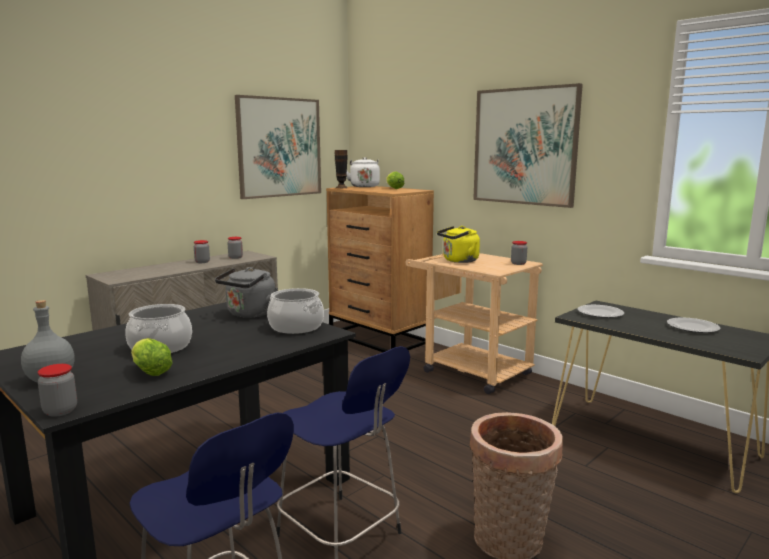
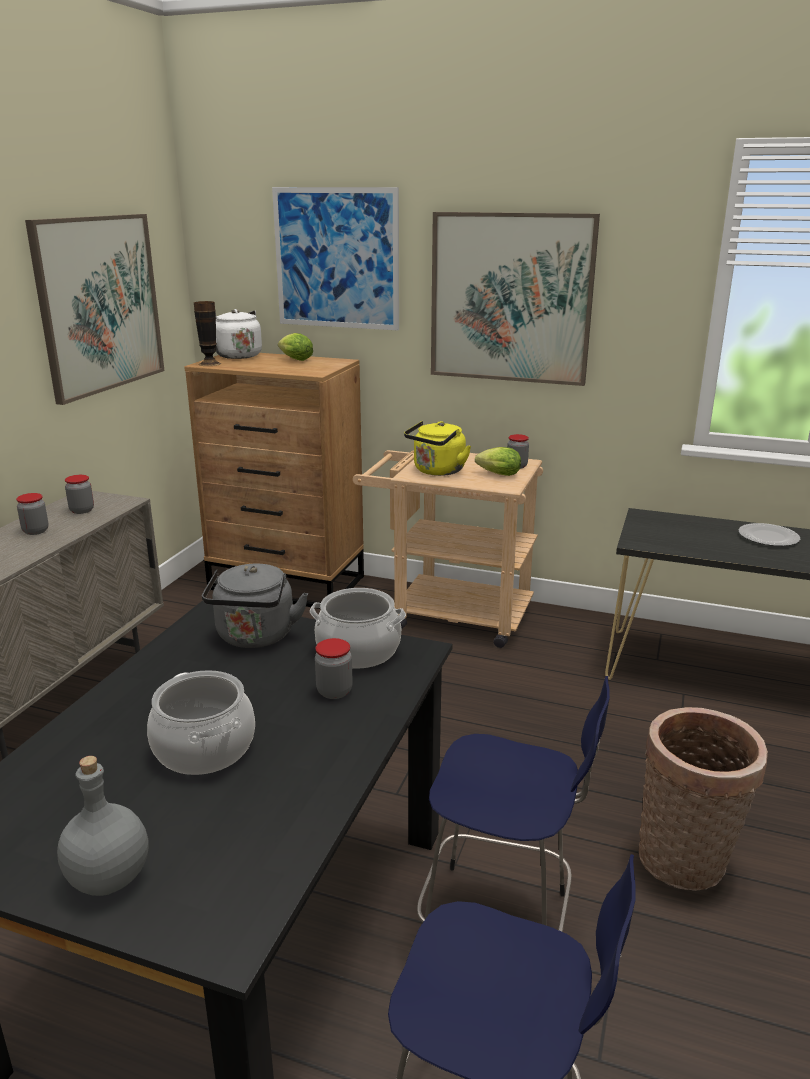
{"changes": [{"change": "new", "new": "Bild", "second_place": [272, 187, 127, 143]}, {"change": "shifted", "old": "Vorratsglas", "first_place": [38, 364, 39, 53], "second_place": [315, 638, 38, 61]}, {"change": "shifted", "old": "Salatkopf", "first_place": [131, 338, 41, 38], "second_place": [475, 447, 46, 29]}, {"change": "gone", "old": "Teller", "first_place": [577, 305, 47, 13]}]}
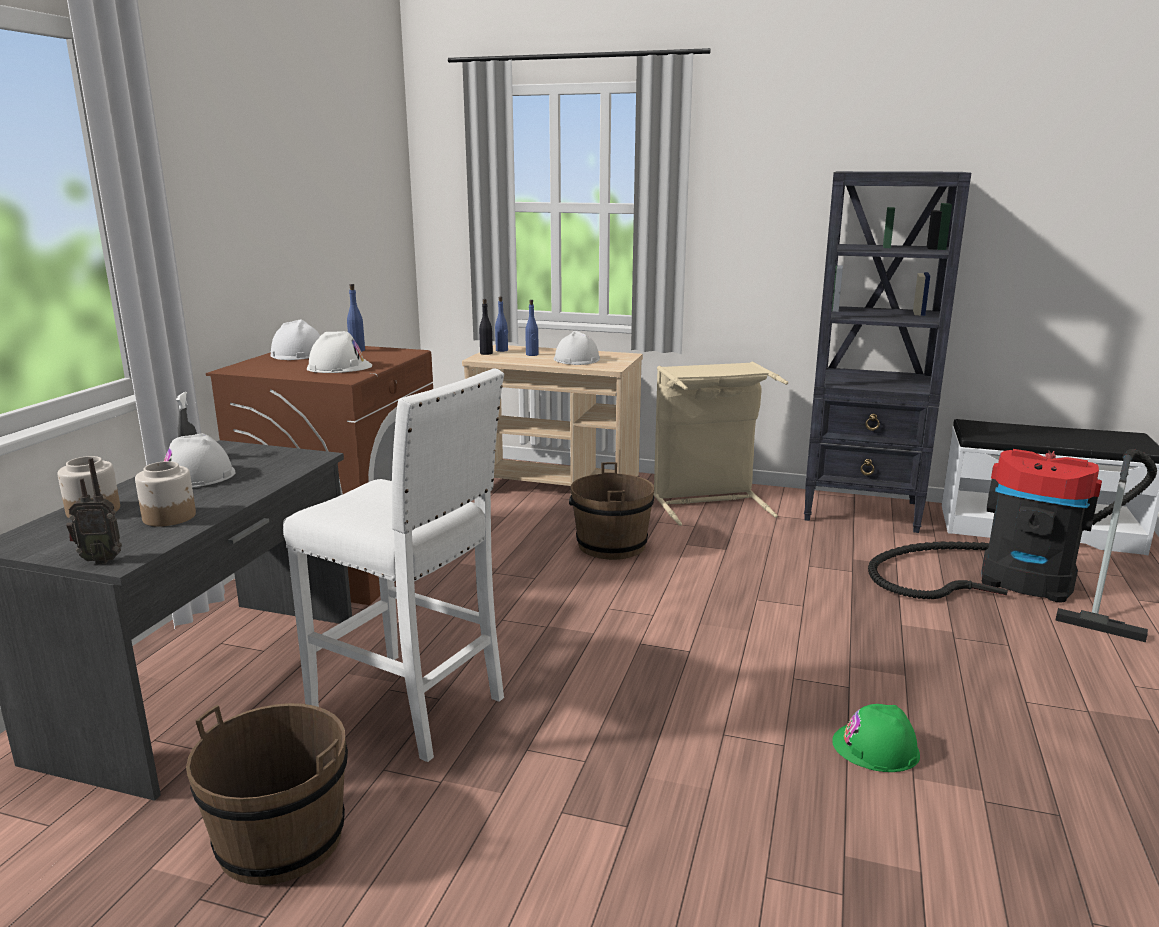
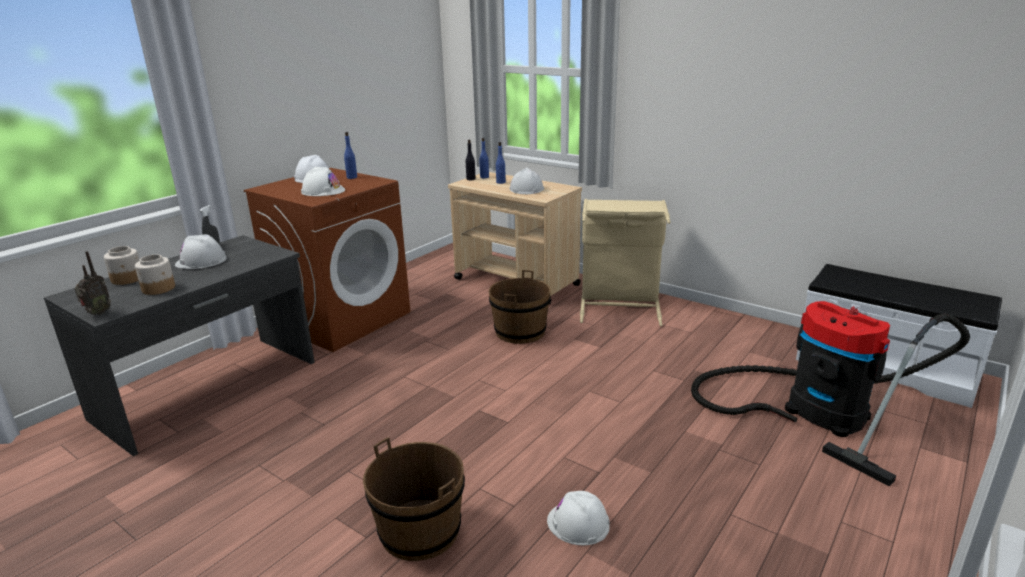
{"changes": [{"change": "rotated", "old": "Radio", "first_place": [66, 458, 56, 106], "second_place": [74, 251, 37, 64], "degrees": -75}, {"change": "shifted", "old": "Eimer/braun", "first_place": [186, 703, 162, 182], "second_place": [363, 437, 102, 124]}, {"change": "repainted", "old": "Schutzhelm/grün", "new": "Schutzhelm/weiß", "first_place": [833, 704, 87, 68], "second_place": [547, 491, 63, 54]}, {"change": "gone", "old": "Hocker/weiß", "first_place": [283, 368, 221, 394]}, {"change": "gone", "old": "Bücherregal/schwarz", "first_place": [804, 171, 167, 362]}]}
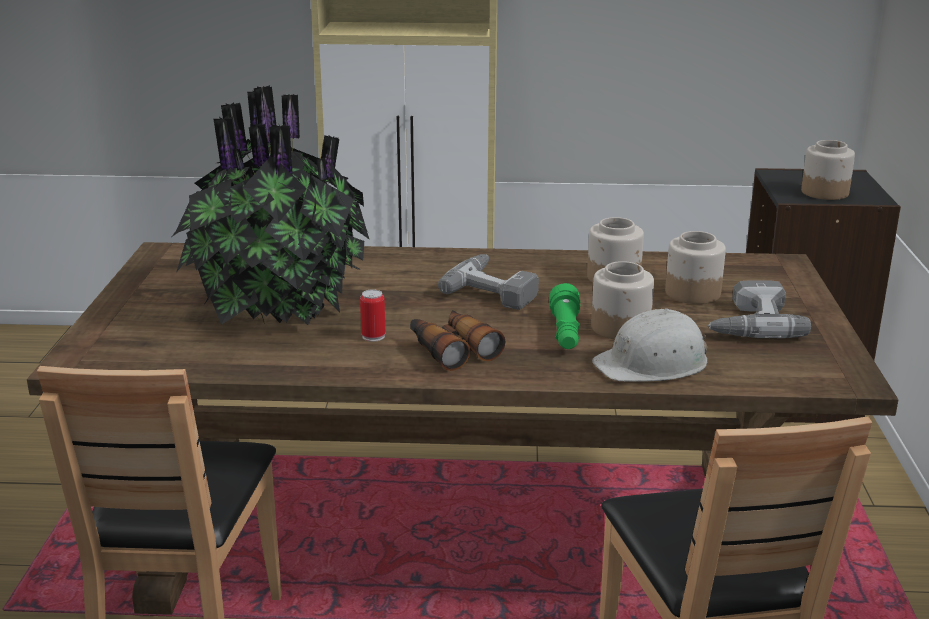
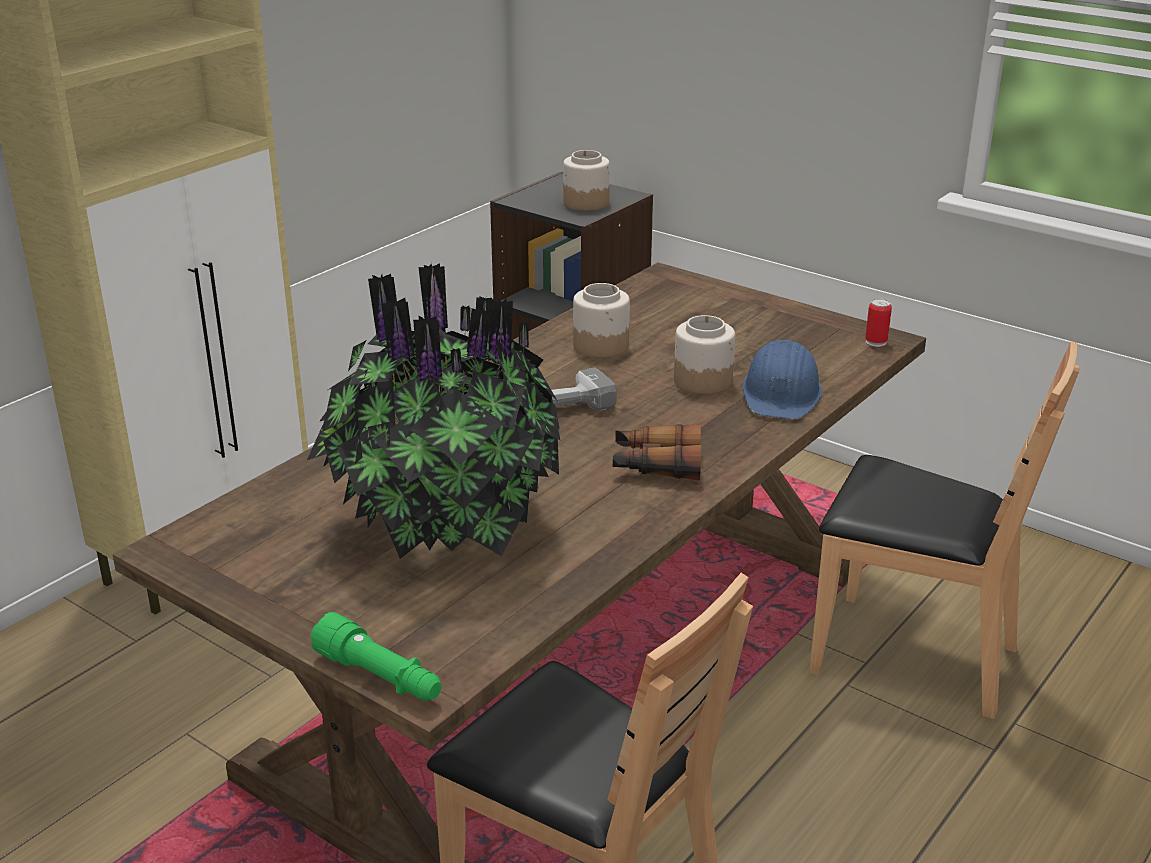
{"changes": [{"change": "shifted", "old": "Taschenlampe/grün", "first_place": [549, 283, 31, 66], "second_place": [311, 612, 131, 88]}, {"change": "repainted", "old": "Schutzhelm/weiß", "new": "Schutzhelm/blau", "first_place": [592, 308, 115, 74], "second_place": [742, 340, 80, 79]}, {"change": "shifted", "old": "Dose", "first_place": [360, 289, 25, 53], "second_place": [865, 299, 27, 48]}, {"change": "gone", "old": "Vorratsglas", "first_place": [665, 231, 61, 73]}, {"change": "gone", "old": "Bohrmaschine", "first_place": [707, 280, 104, 58]}]}
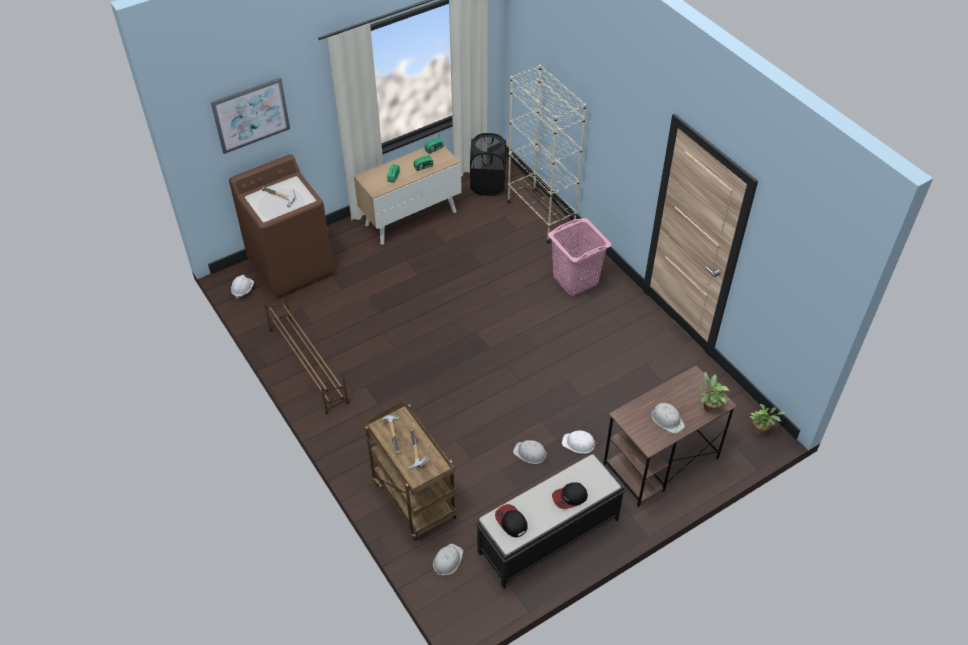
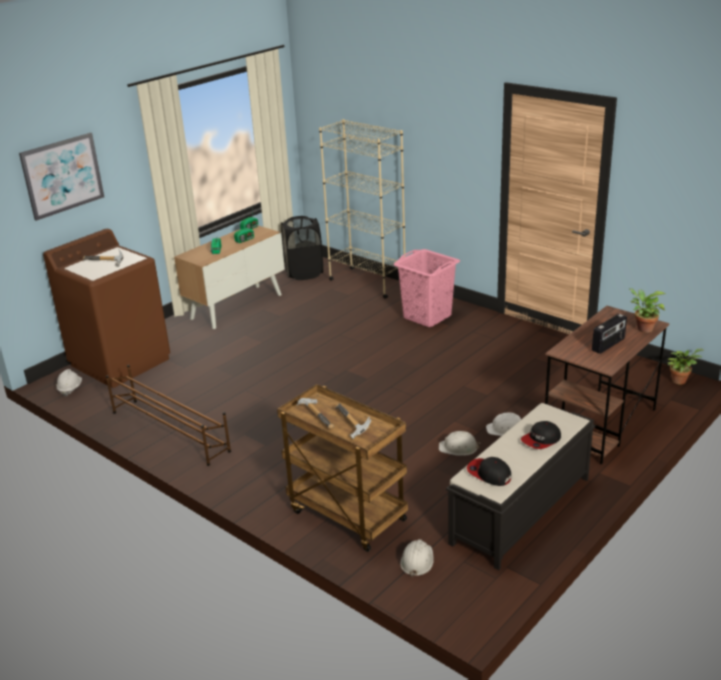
{"changes": [{"change": "swapped", "old": "Schutzhelm/weiß", "new": "Radio", "first_place": [651, 403, 34, 31], "second_place": [592, 314, 35, 40]}]}
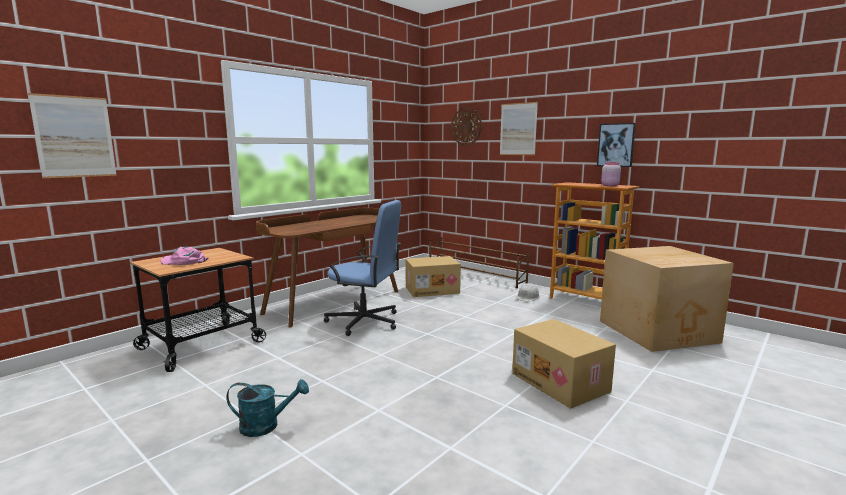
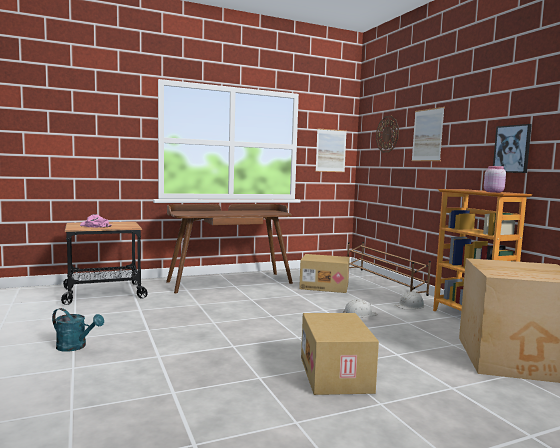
{"changes": [{"change": "shifted", "old": "Bild", "first_place": [28, 93, 89, 85], "second_place": [315, 128, 32, 44]}, {"change": "new", "new": "Schutzhelm/weiß", "second_place": [343, 299, 34, 19]}, {"change": "gone", "old": "Bürostuhl/blau", "first_place": [324, 200, 77, 136]}]}
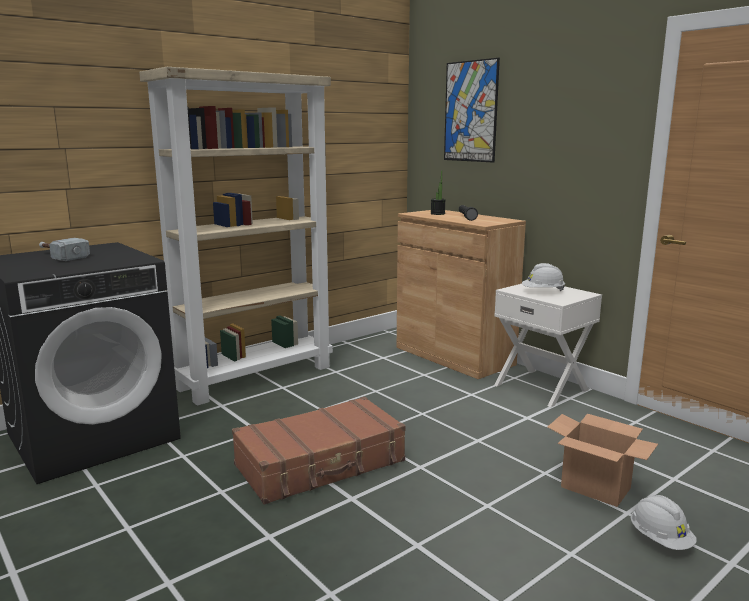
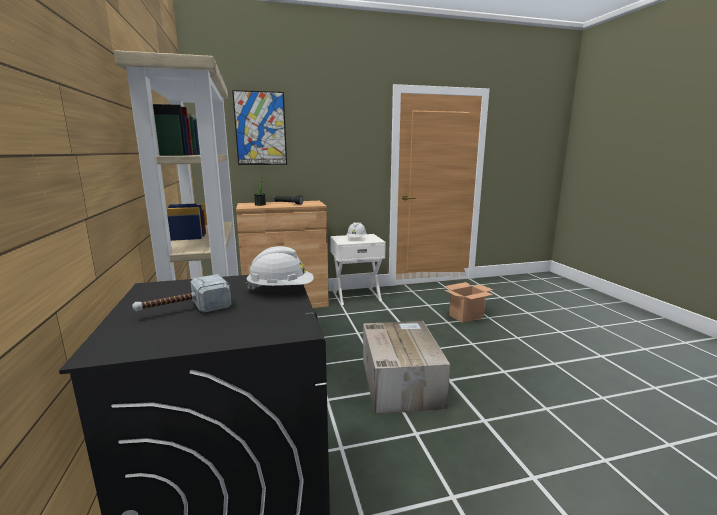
{"changes": [{"change": "shifted", "old": "Schutzhelm/weiß", "first_place": [631, 495, 66, 55], "second_place": [246, 246, 68, 45]}, {"change": "swapped", "old": "Koffer/braun", "new": "Karton", "first_place": [232, 397, 174, 107], "second_place": [363, 321, 87, 93]}]}
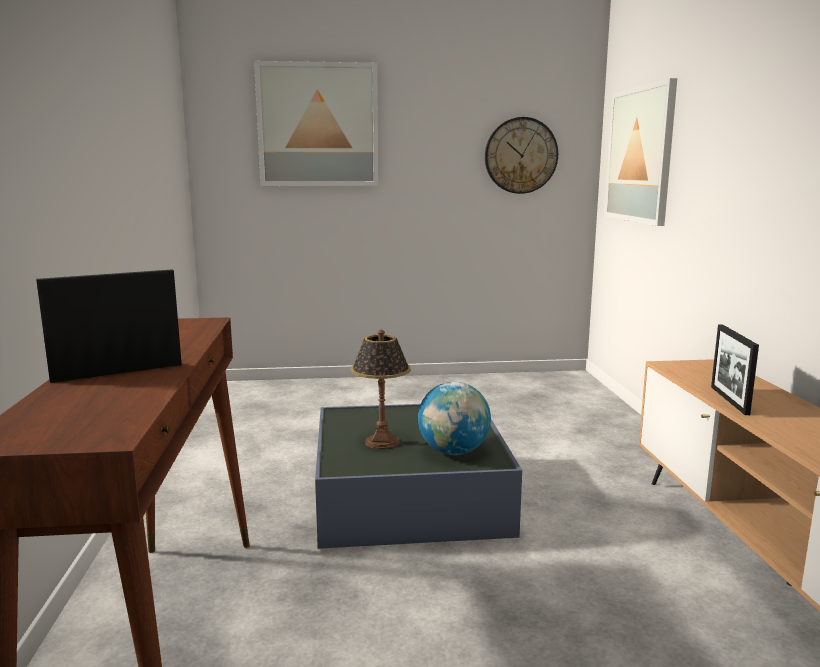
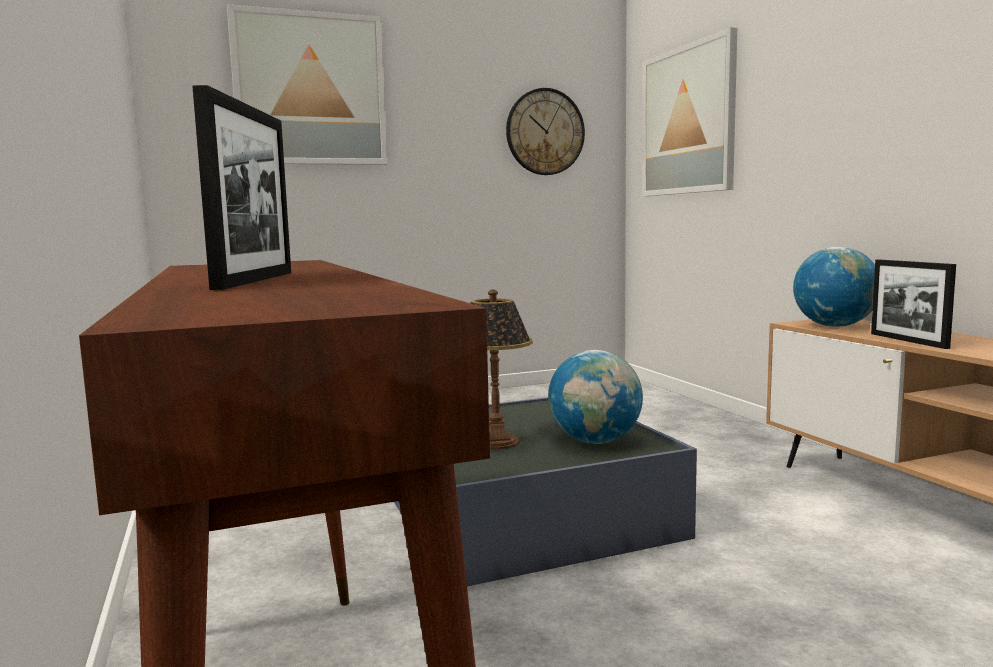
{"changes": [{"change": "rotated", "old": "Bilderrahmen", "first_place": [36, 269, 146, 114], "second_place": [192, 85, 99, 205], "degrees": 135}, {"change": "new", "new": "Globus", "second_place": [793, 247, 82, 80]}]}
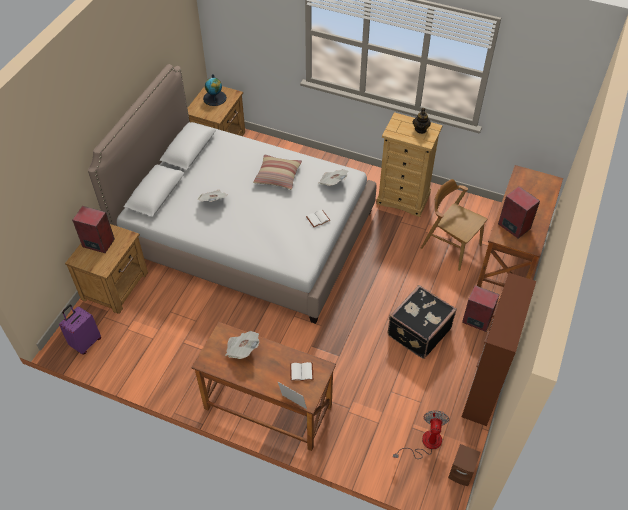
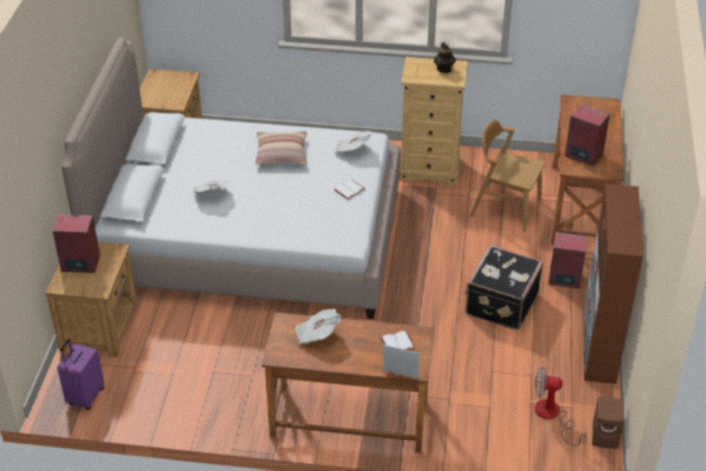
{"changes": [{"change": "rotated", "old": "Ventilator", "first_place": [393, 410, 56, 49], "second_place": [535, 367, 52, 79], "degrees": -75}, {"change": "gone", "old": "Globus", "first_place": [203, 74, 24, 32]}]}
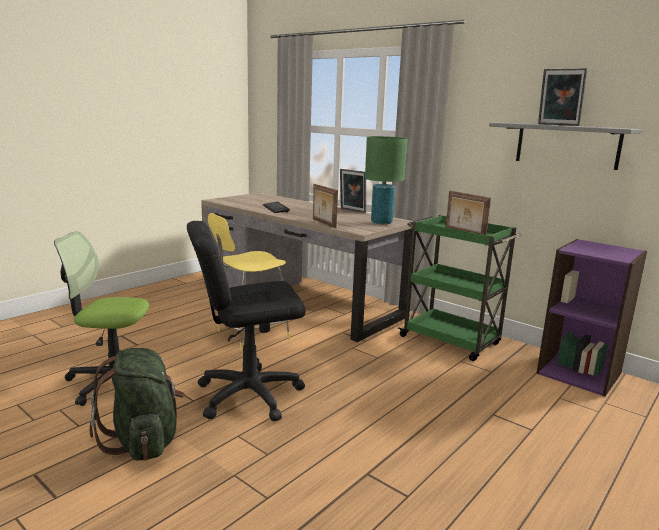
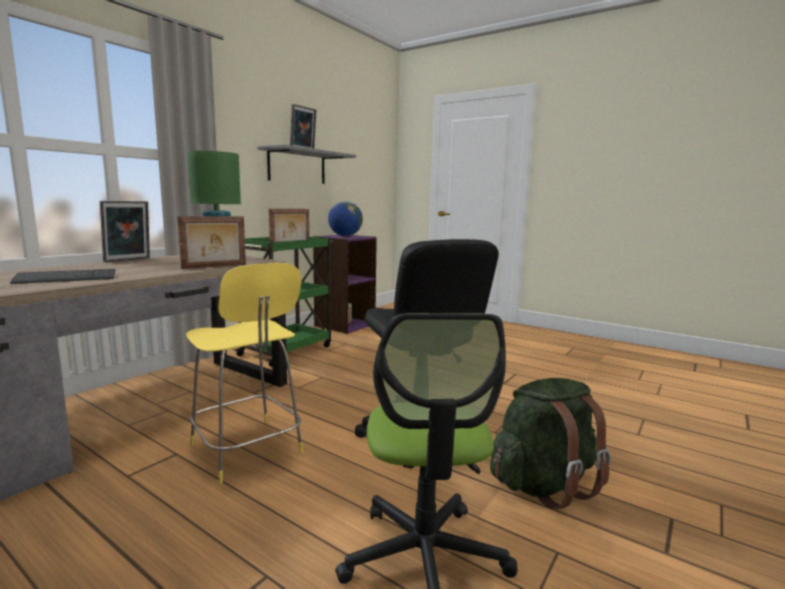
{"changes": [{"change": "new", "new": "Globus", "second_place": [328, 201, 35, 35]}]}
